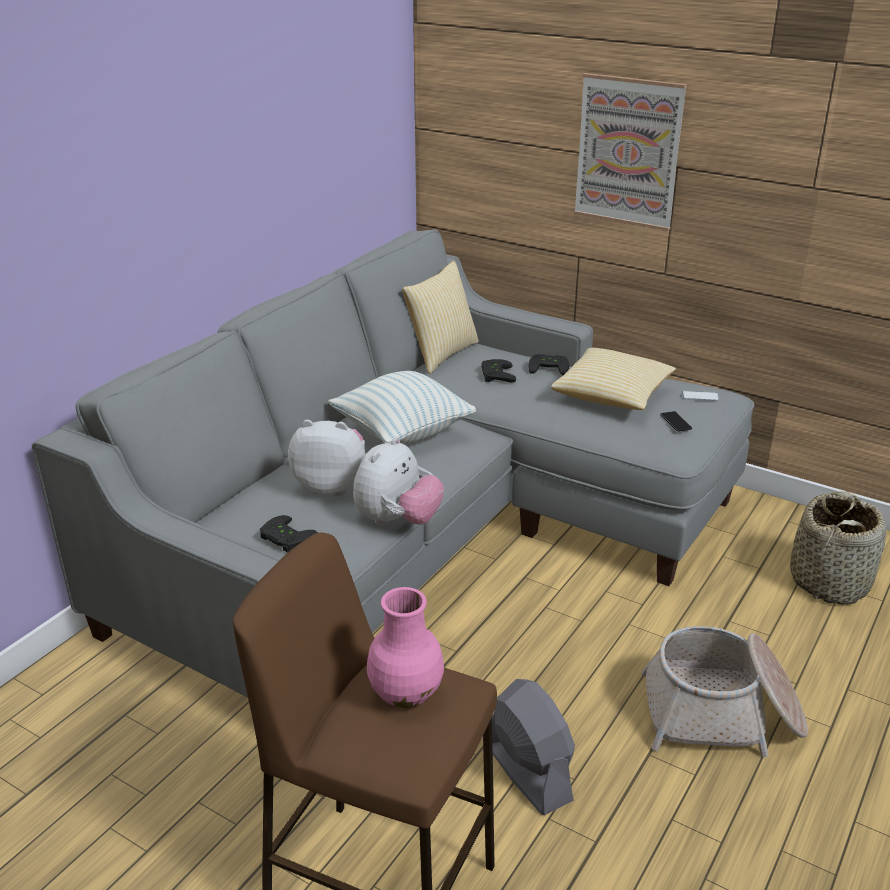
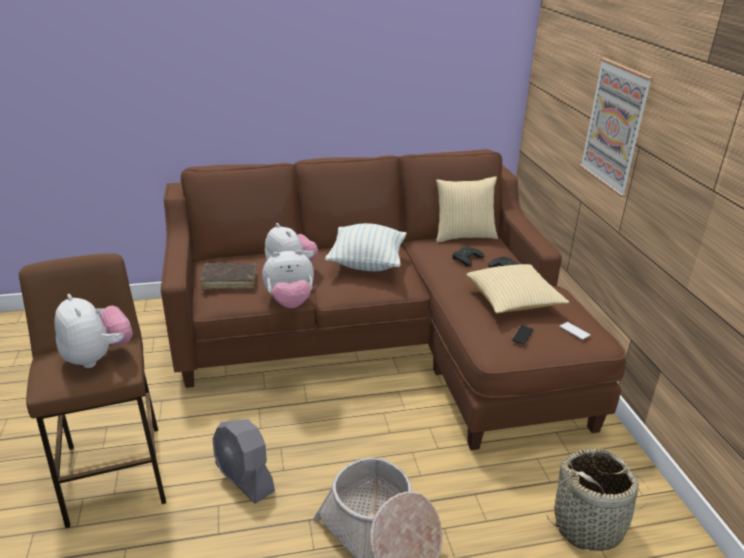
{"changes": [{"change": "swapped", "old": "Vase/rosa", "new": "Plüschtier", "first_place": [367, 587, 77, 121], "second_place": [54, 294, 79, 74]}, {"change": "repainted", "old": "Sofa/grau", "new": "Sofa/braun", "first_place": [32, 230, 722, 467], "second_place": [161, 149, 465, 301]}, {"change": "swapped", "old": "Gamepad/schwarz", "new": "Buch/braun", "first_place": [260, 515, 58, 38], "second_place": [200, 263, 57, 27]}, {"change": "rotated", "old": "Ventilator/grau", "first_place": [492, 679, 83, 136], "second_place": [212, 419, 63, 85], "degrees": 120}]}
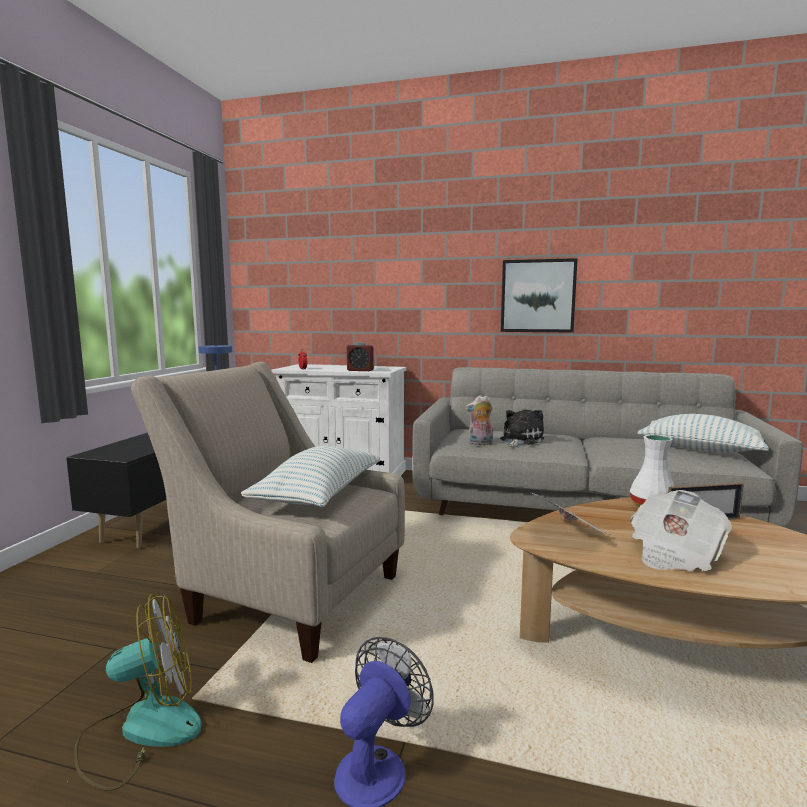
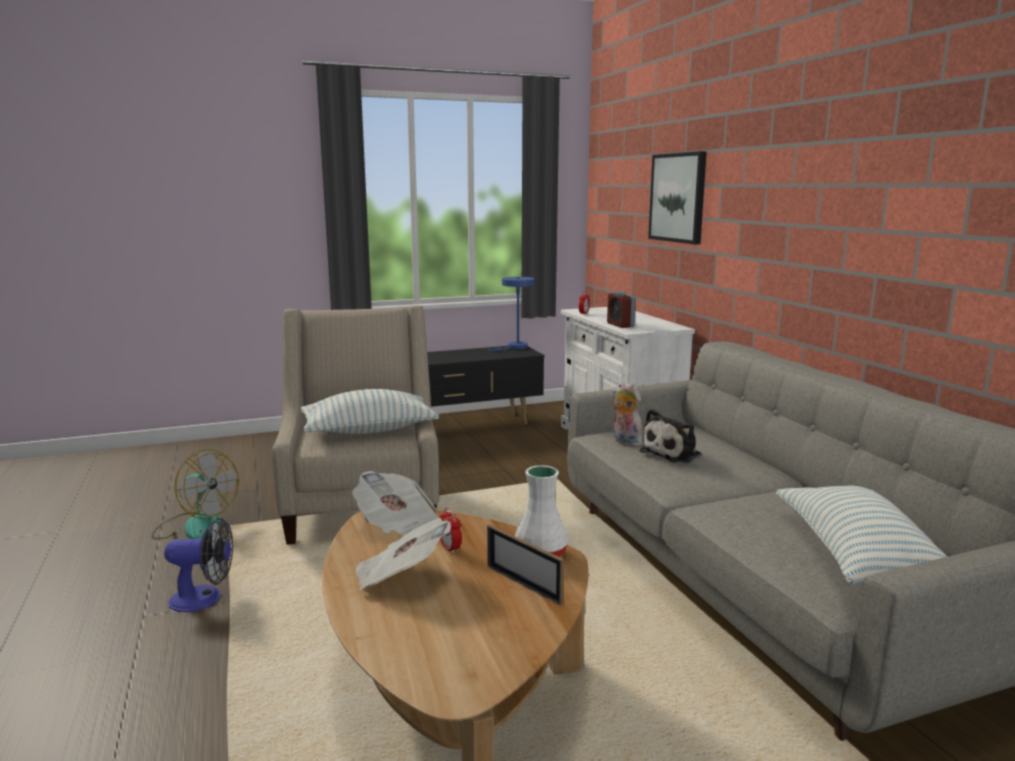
{"changes": [{"change": "new", "new": "Wecker", "second_place": [439, 508, 23, 46]}, {"change": "rotated", "old": "Plüschtier", "first_place": [500, 409, 44, 38], "second_place": [640, 409, 61, 54], "degrees": 135}, {"change": "shifted", "old": "Bild", "first_place": [501, 258, 77, 74], "second_place": [648, 151, 59, 93]}]}
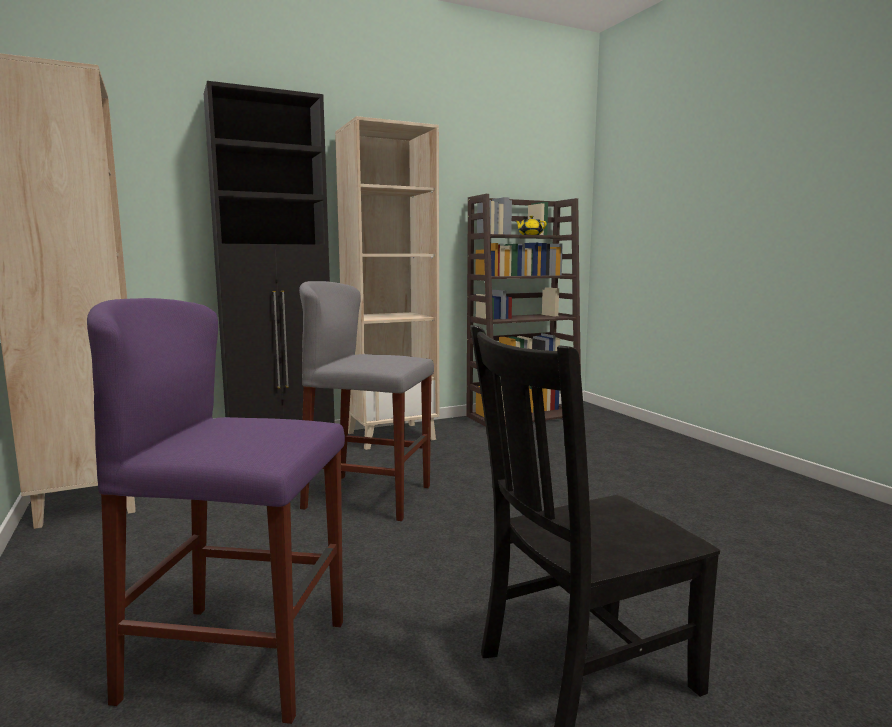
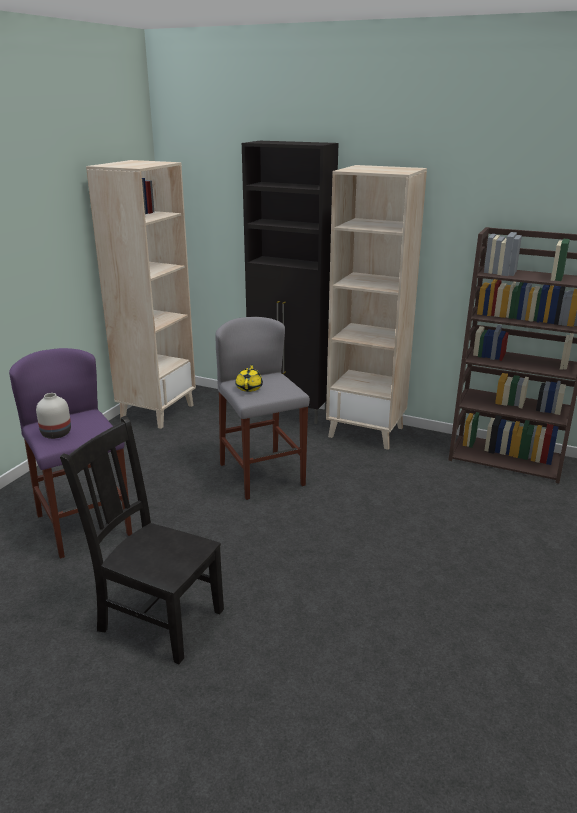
{"changes": [{"change": "new", "new": "Vase/weiß", "second_place": [36, 393, 35, 46]}, {"change": "shifted", "old": "Teekanne/gelb", "first_place": [516, 216, 31, 19], "second_place": [236, 364, 27, 28]}]}
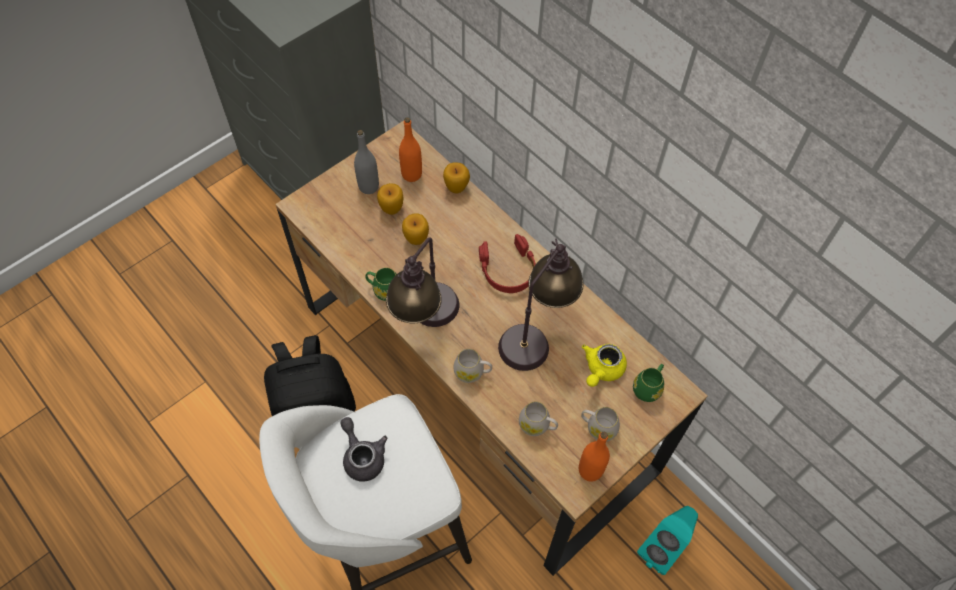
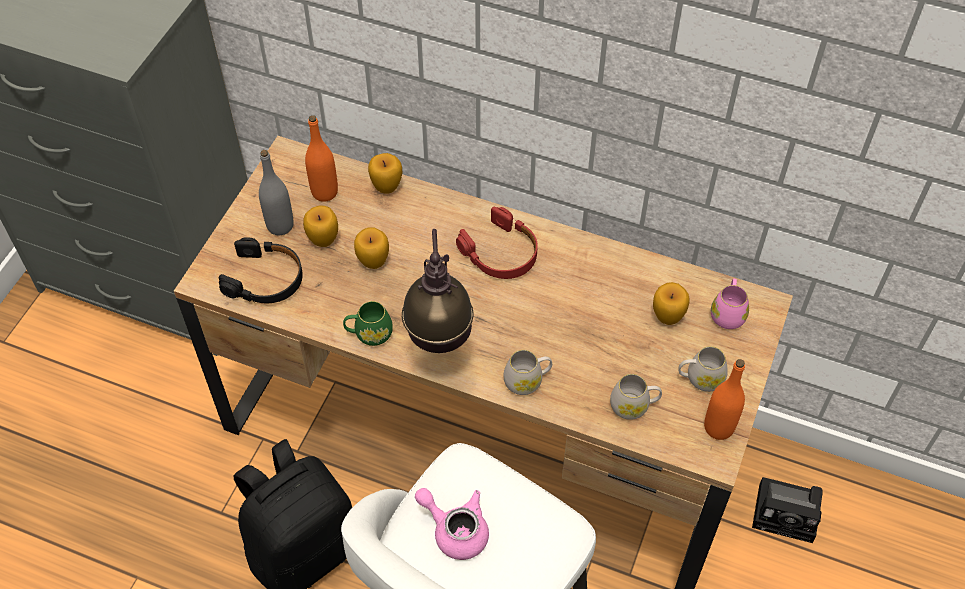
{"changes": [{"change": "new", "new": "Kopfhörer/schwarz", "second_place": [219, 237, 84, 66]}, {"change": "repainted", "old": "Teekanne/grau", "new": "Teekanne/rosa", "first_place": [340, 417, 47, 64], "second_place": [415, 488, 74, 72]}, {"change": "swapped", "old": "Teekanne/gelb", "new": "Apfel", "first_place": [582, 344, 45, 43], "second_place": [653, 282, 36, 43]}, {"change": "repainted", "old": "Henkelbecher/grün", "new": "Henkelbecher/rosa", "first_place": [633, 364, 31, 38], "second_place": [711, 278, 38, 51]}, {"change": "swapped", "old": "Lautsprecher/türkis", "new": "Kamera", "first_place": [637, 506, 61, 69], "second_place": [752, 477, 71, 66]}, {"change": "gone", "old": "Tischlampe", "first_place": [498, 239, 86, 132]}]}
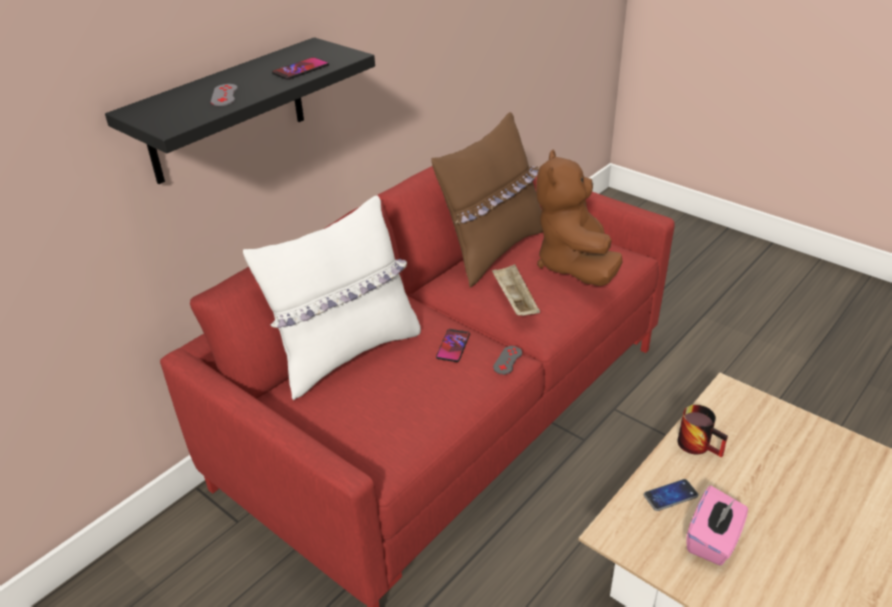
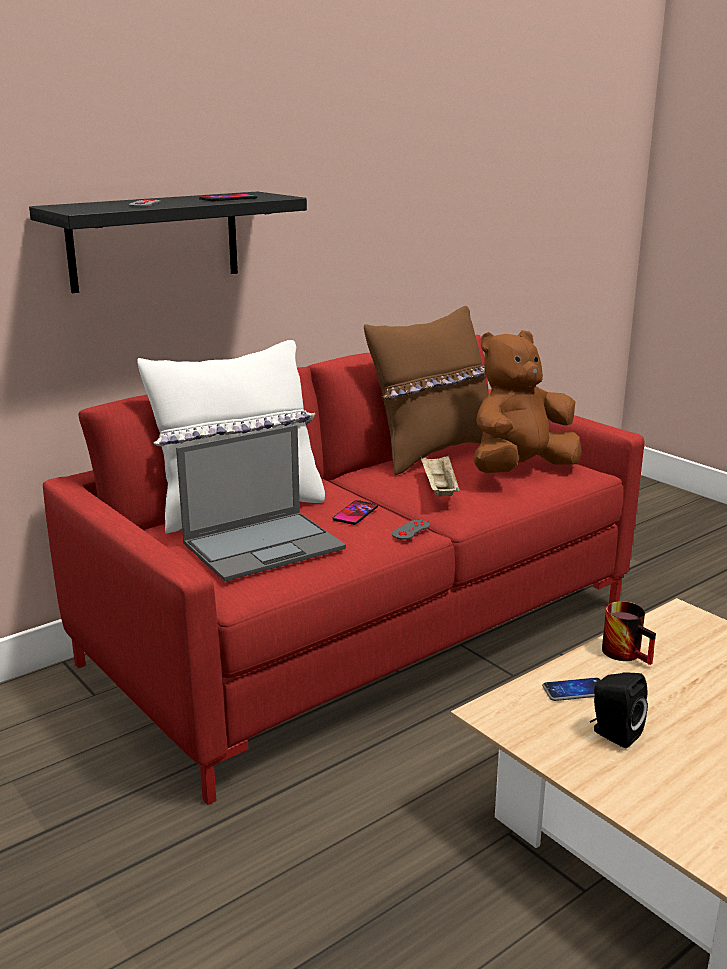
{"changes": [{"change": "new", "new": "Laptop", "second_place": [176, 425, 170, 157]}, {"change": "rotated", "old": "Plüschtier/braun", "first_place": [536, 150, 86, 136], "second_place": [473, 330, 108, 143], "degrees": 45}, {"change": "swapped", "old": "Taschentuchbox/rosa", "new": "Lautsprecher/schwarz", "first_place": [686, 486, 62, 79], "second_place": [590, 672, 58, 76]}]}
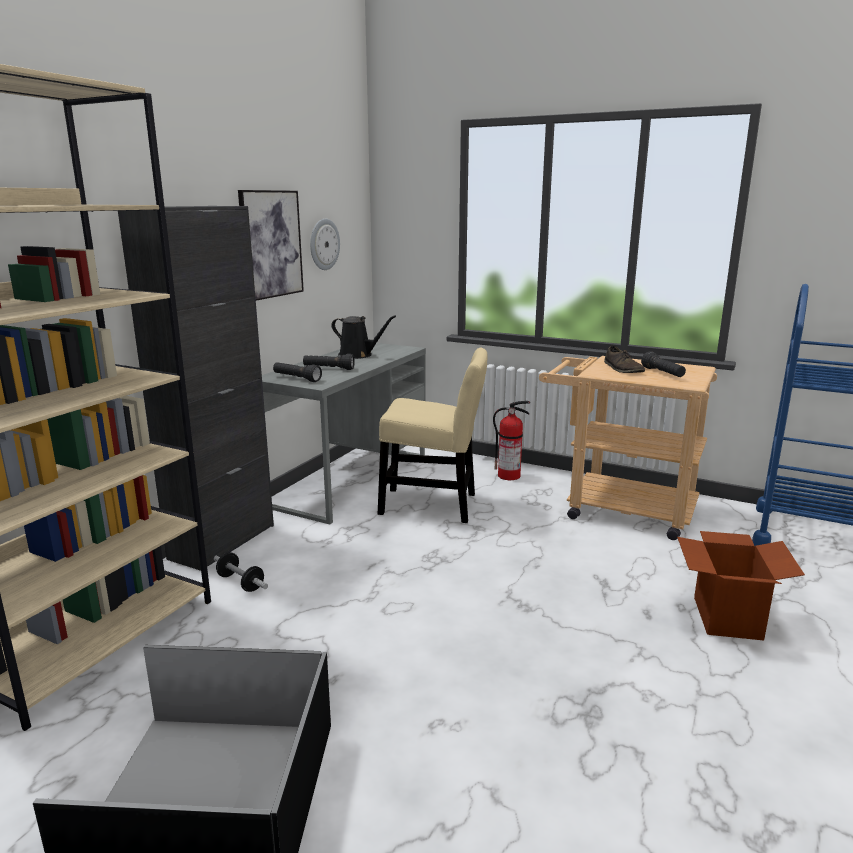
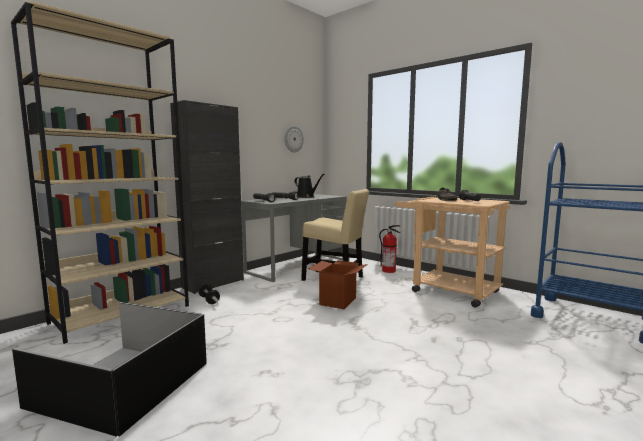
{"changes": [{"change": "shifted", "old": "Karton", "first_place": [677, 531, 128, 110], "second_place": [308, 260, 60, 49]}, {"change": "gone", "old": "Bild", "first_place": [238, 190, 66, 111]}]}
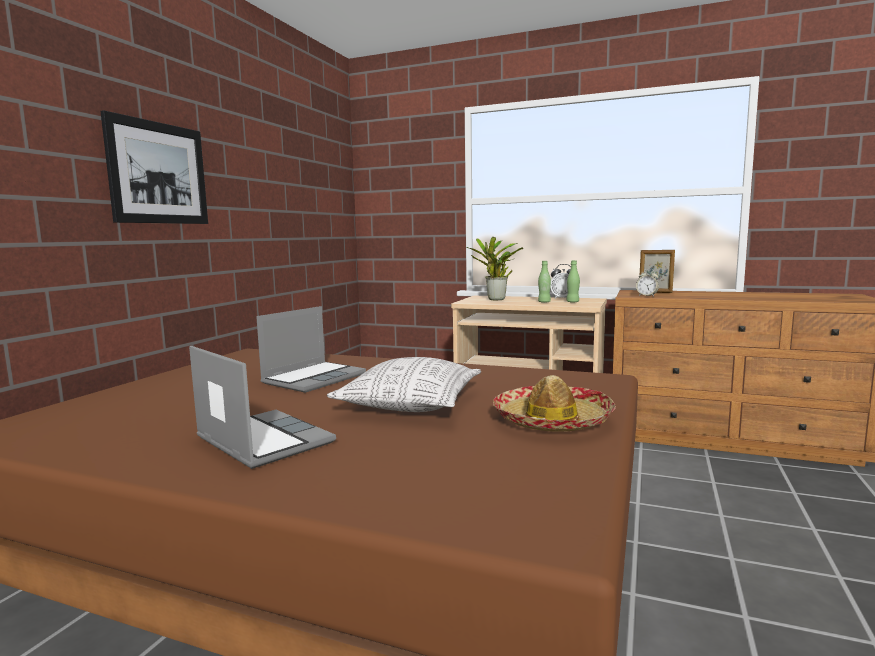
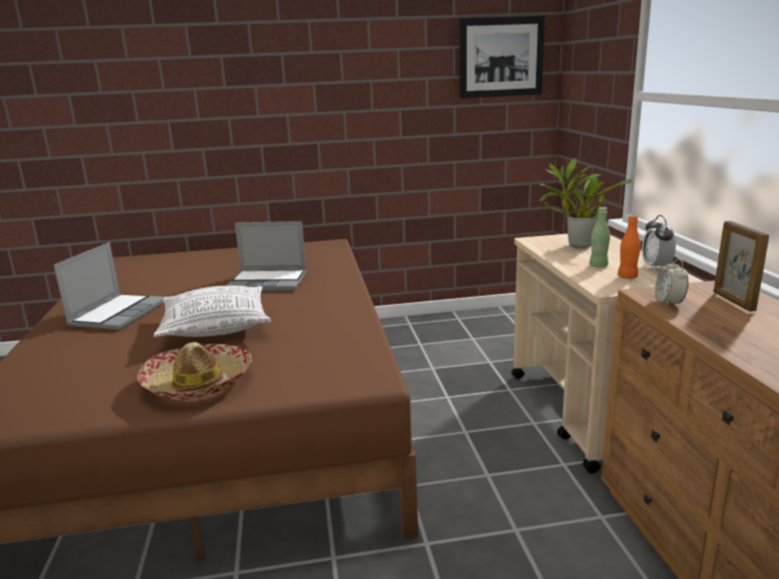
{"changes": [{"change": "shifted", "old": "Bild", "first_place": [100, 110, 108, 114], "second_place": [459, 15, 86, 83]}, {"change": "repainted", "old": "Flasche/grün", "new": "Flasche/orange", "first_place": [566, 260, 14, 43], "second_place": [618, 215, 23, 64]}]}
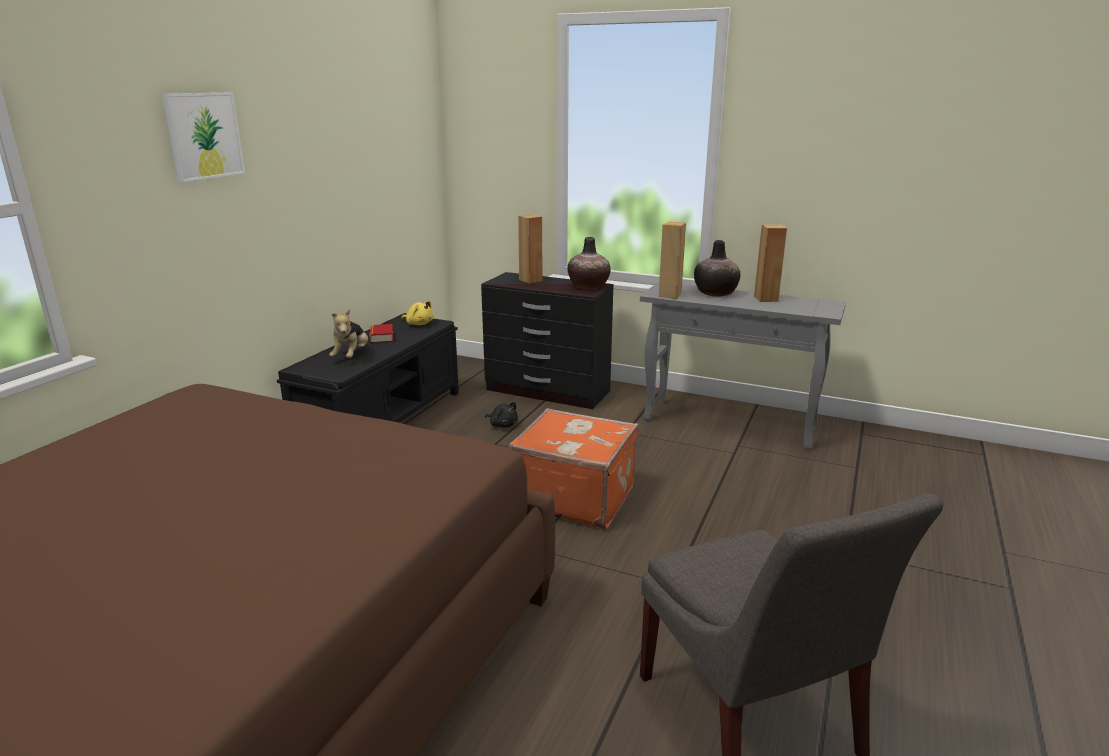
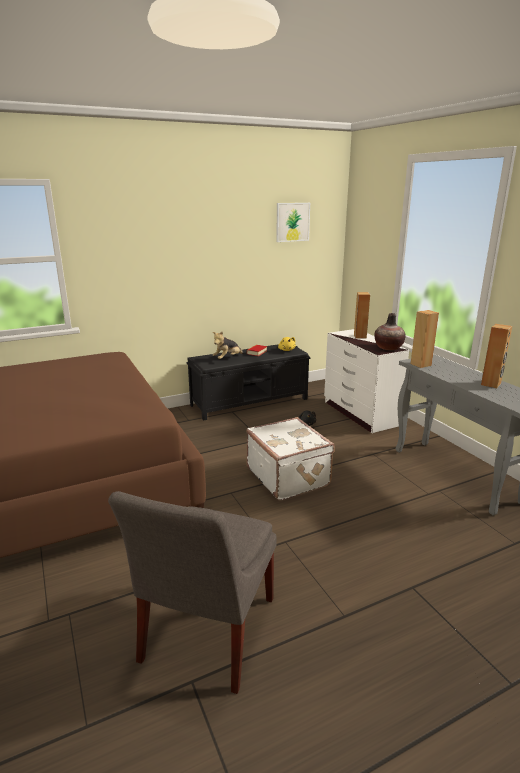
{"changes": [{"change": "repainted", "old": "Koffer/orange", "new": "Koffer/weiß", "first_place": [509, 408, 130, 121], "second_place": [247, 417, 88, 84]}, {"change": "shifted", "old": "Bild", "first_place": [162, 93, 83, 89], "second_place": [276, 203, 34, 39]}, {"change": "repainted", "old": "Kommode/schwarz", "new": "Kommode/weiß", "first_place": [481, 272, 132, 137], "second_place": [324, 329, 85, 104]}, {"change": "gone", "old": "Vase", "first_place": [694, 240, 47, 57]}]}
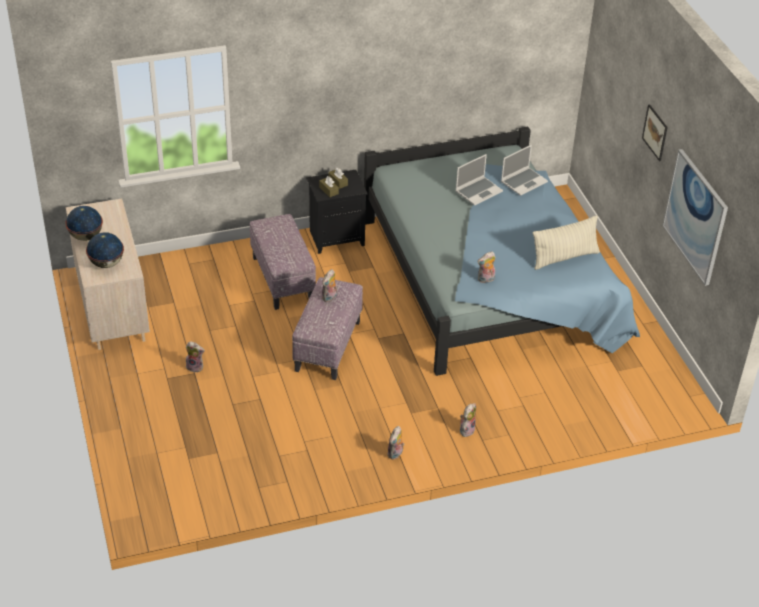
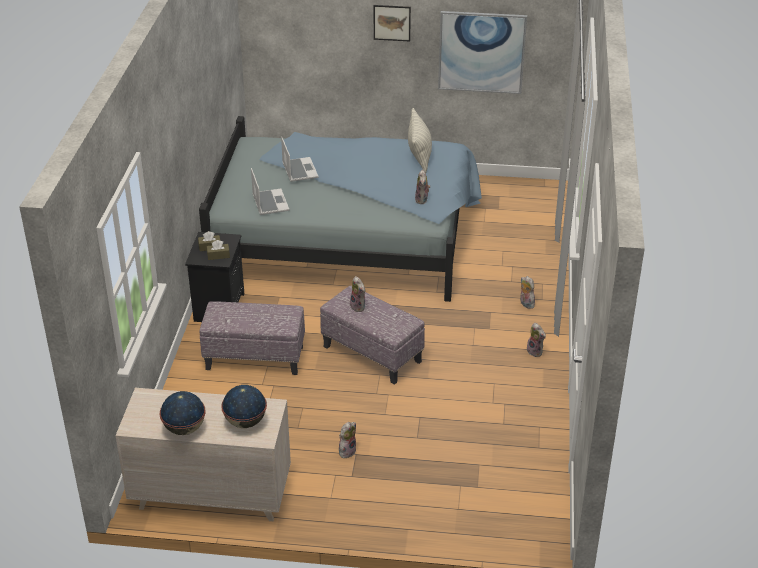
{"changes": [{"change": "shifted", "old": "Laptop", "first_place": [501, 145, 47, 51], "second_place": [251, 168, 38, 47]}]}
